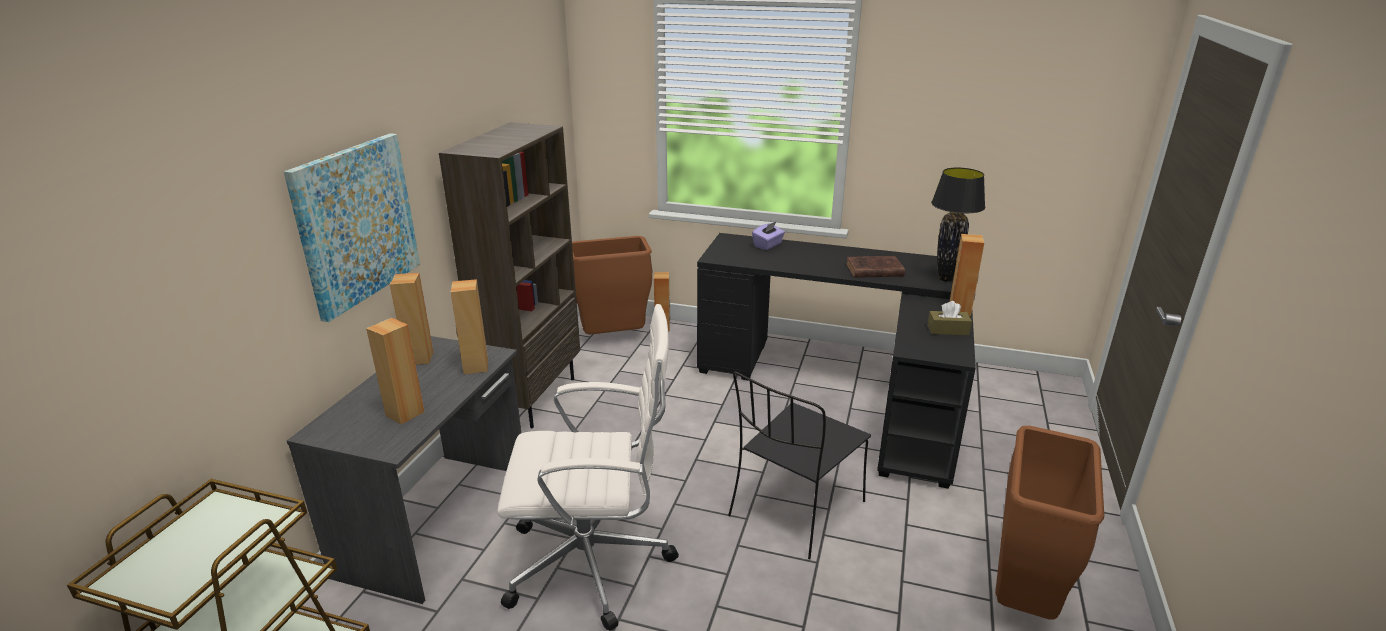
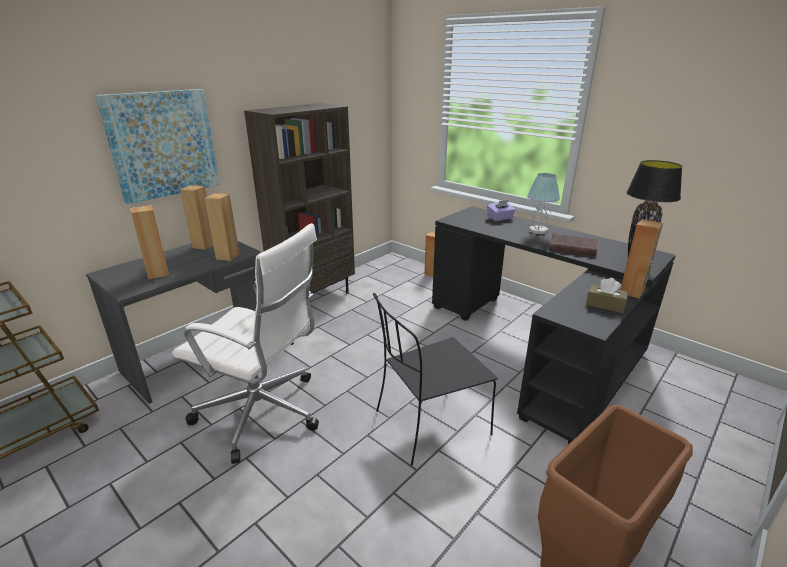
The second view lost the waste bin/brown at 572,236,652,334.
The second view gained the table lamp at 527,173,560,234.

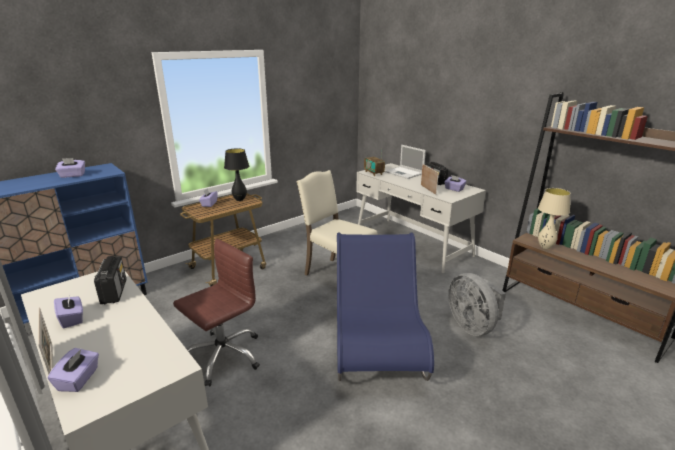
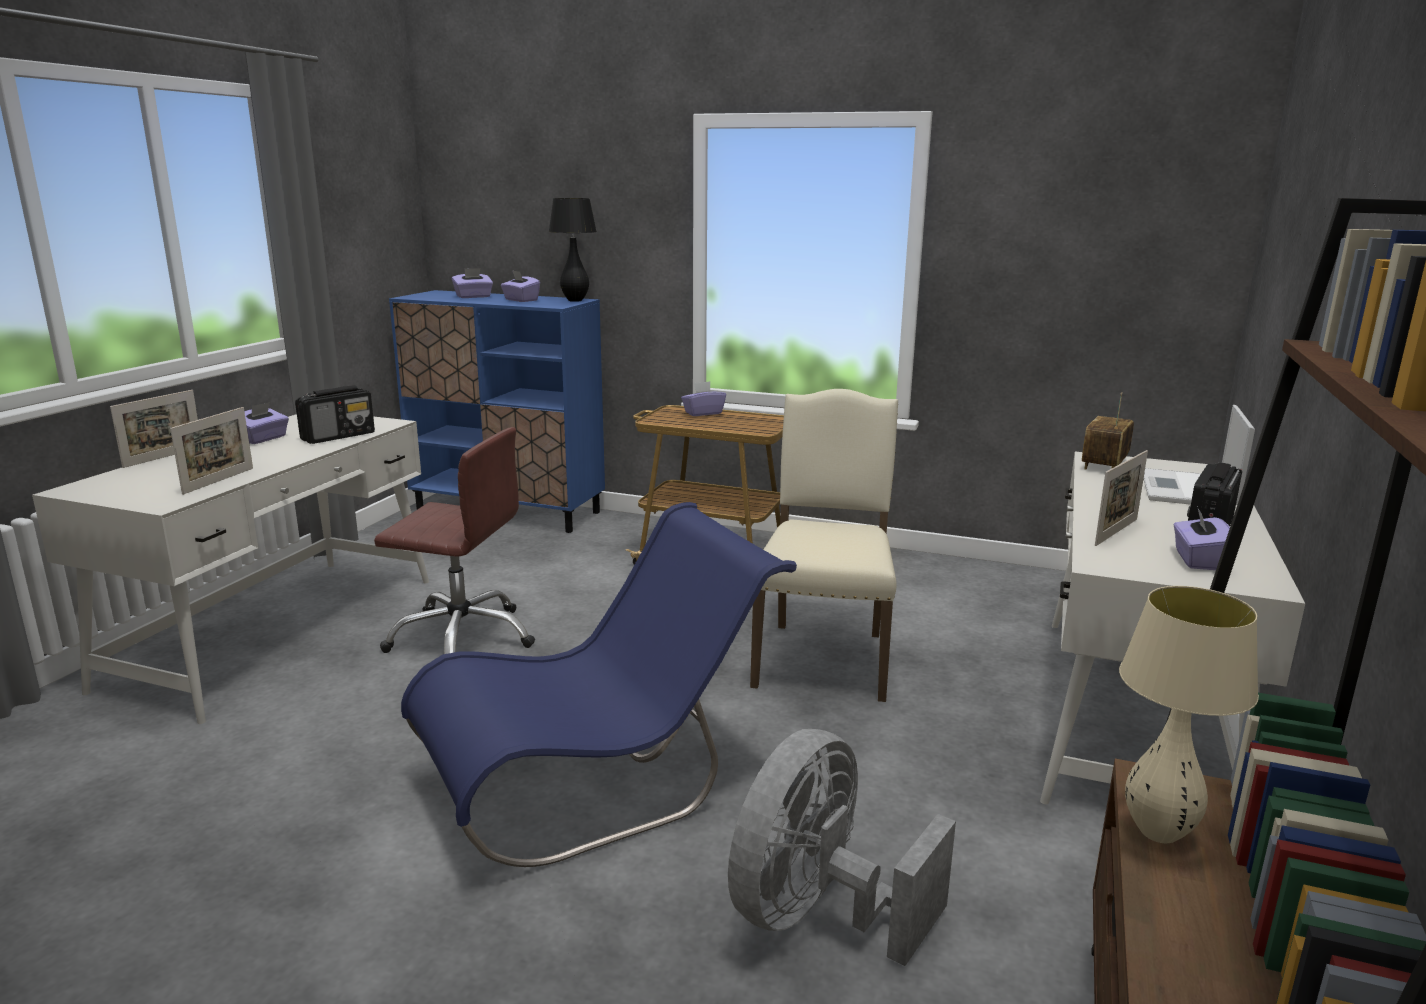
The second view gained the photo frame at 170,407,253,495.
The tissue box/purple ended up elsewhere, having gone from 48,348,99,392 to 452,268,493,298.
The table lamp/black-coloured ended up elsewhere, having gone from 224,148,249,201 to 549,198,597,302.

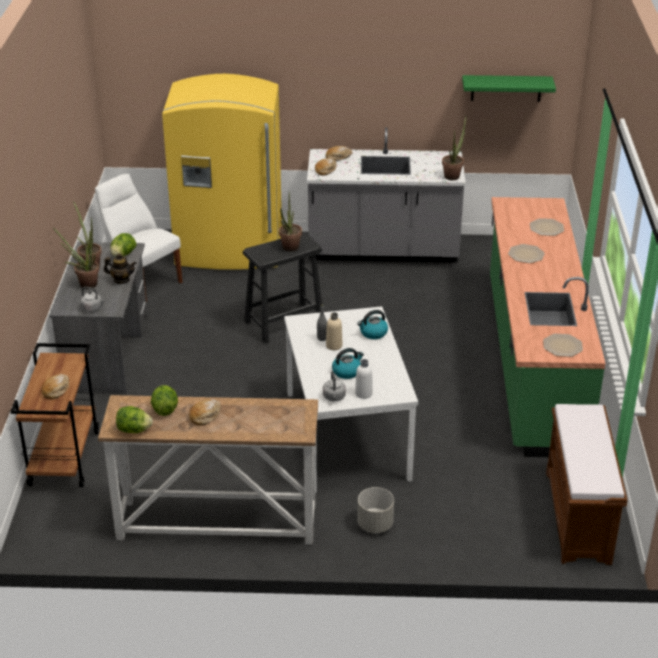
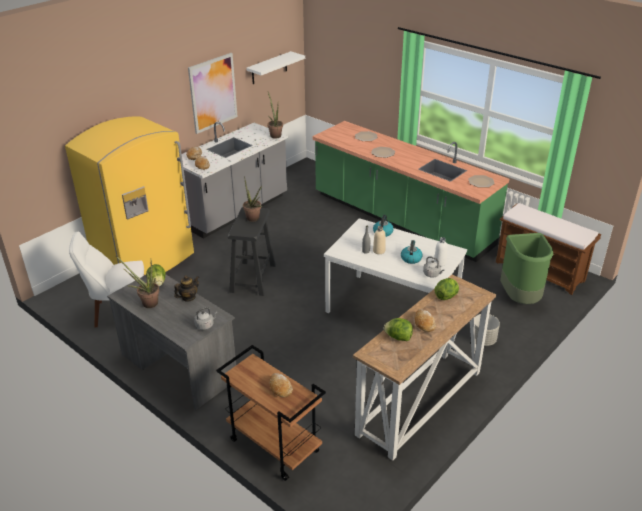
The second view lost the plant in a pot at 52,227,99,289.
The second view gained the wall picture at 188,53,238,134.
The second view gained the waste bin/greenish at 500,233,554,304.
The head of lettuce ended up elsewhere, having gone from 116,406,153,433 to 434,278,459,300.
What was the bracket shelf/greenish at 462,75,556,102 turned into the bracket shelf/white at 246,51,305,84.

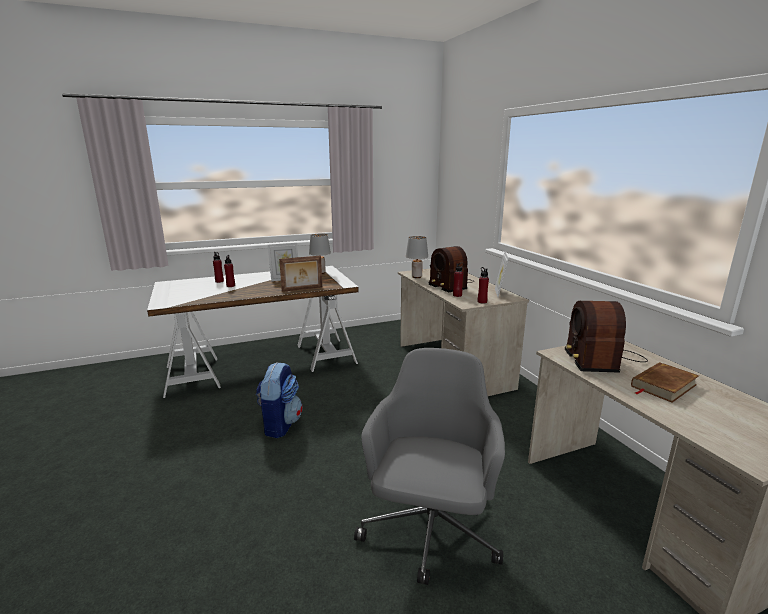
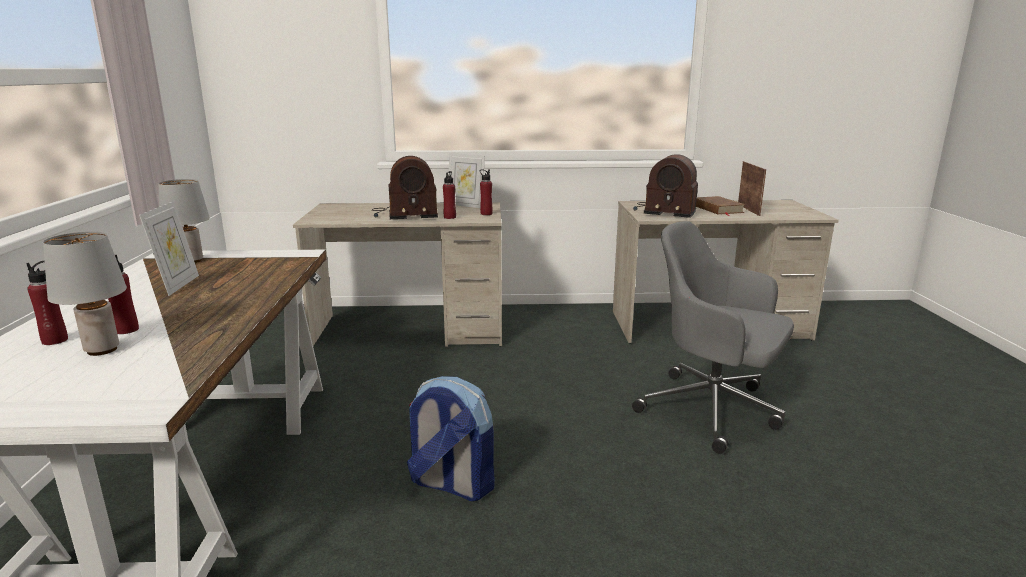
The photo frame ended up elsewhere, having gone from 279,255,322,292 to 738,161,766,216.
The table lamp/gray ended up elsewhere, having gone from 406,236,428,278 to 43,232,127,356.

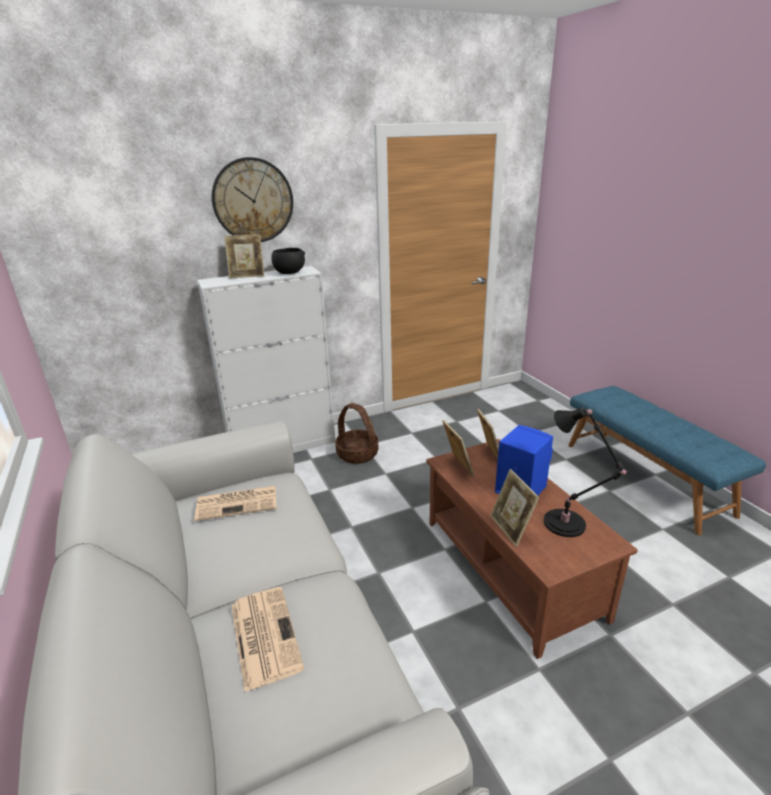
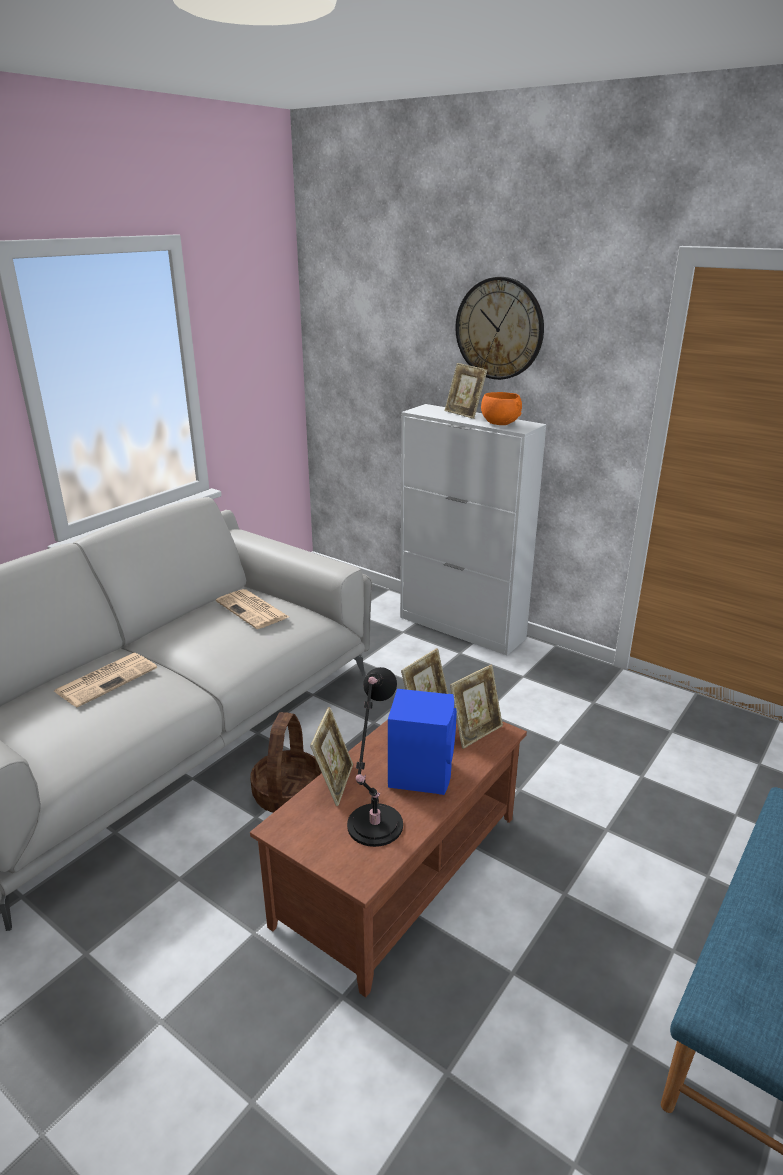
The basket ended up elsewhere, having gone from 335,403,378,464 to 250,712,322,813.
What was the bowl/black-coloured at 271,248,305,274 turned into the bowl/orangey at 481,392,522,425.
The photo frame at 490,469,539,547 ended up facing another way, 150 degrees clockwise from before.

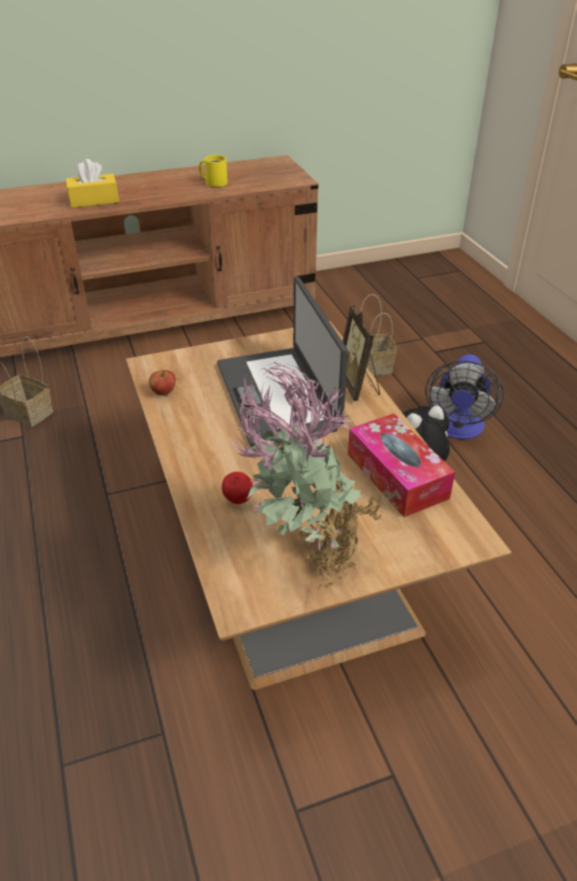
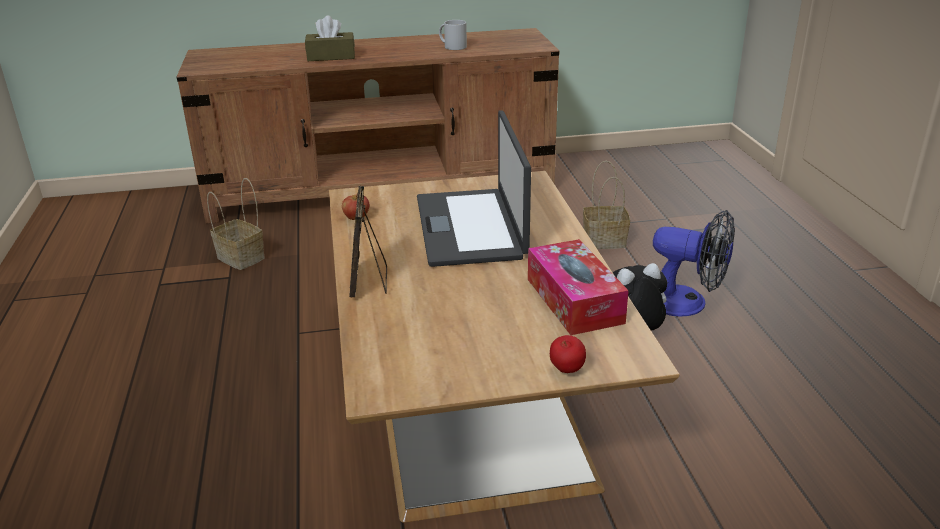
The second view lost the plant in a pot at 228,362,383,589.
The apple ended up elsewhere, having gone from 222,472,253,504 to 550,335,586,373.
The photo frame ended up elsewhere, having gone from 342,305,380,401 to 349,186,387,297.
What was the tissue box/yellow at 66,159,119,208 turned into the tissue box/brown at 305,15,355,61.
What was the mug/yellow at 198,155,228,187 turned into the mug/white at 439,20,467,50.
The cooling fan at 425,354,504,440 ended up facing another way, 90 degrees counterclockwise from before.

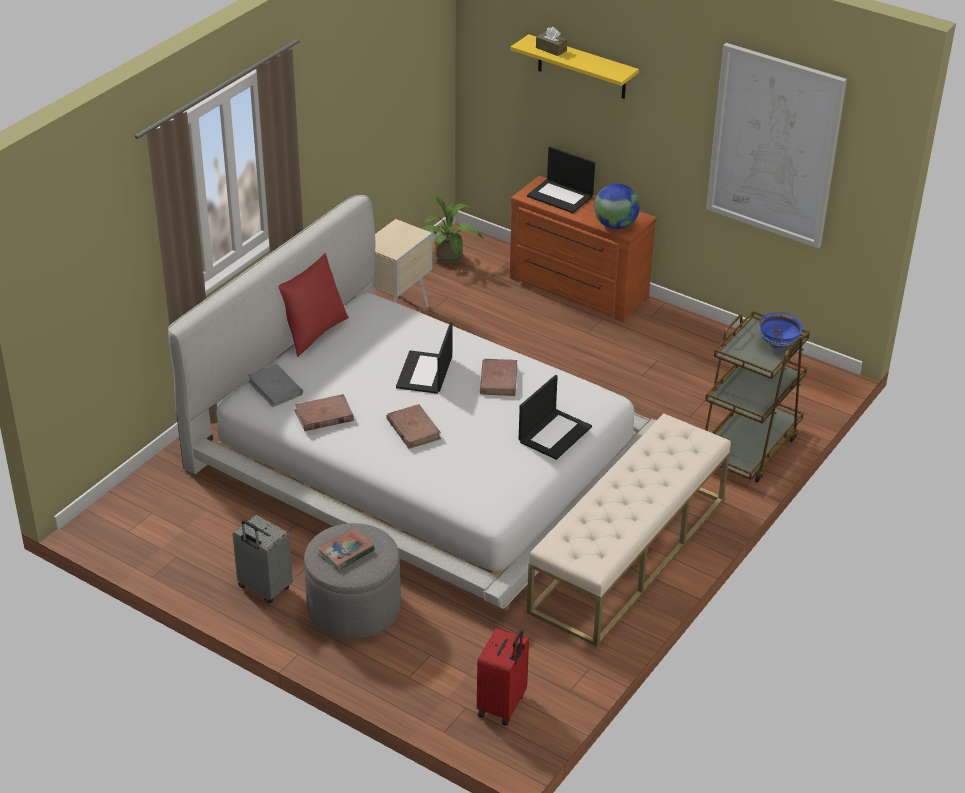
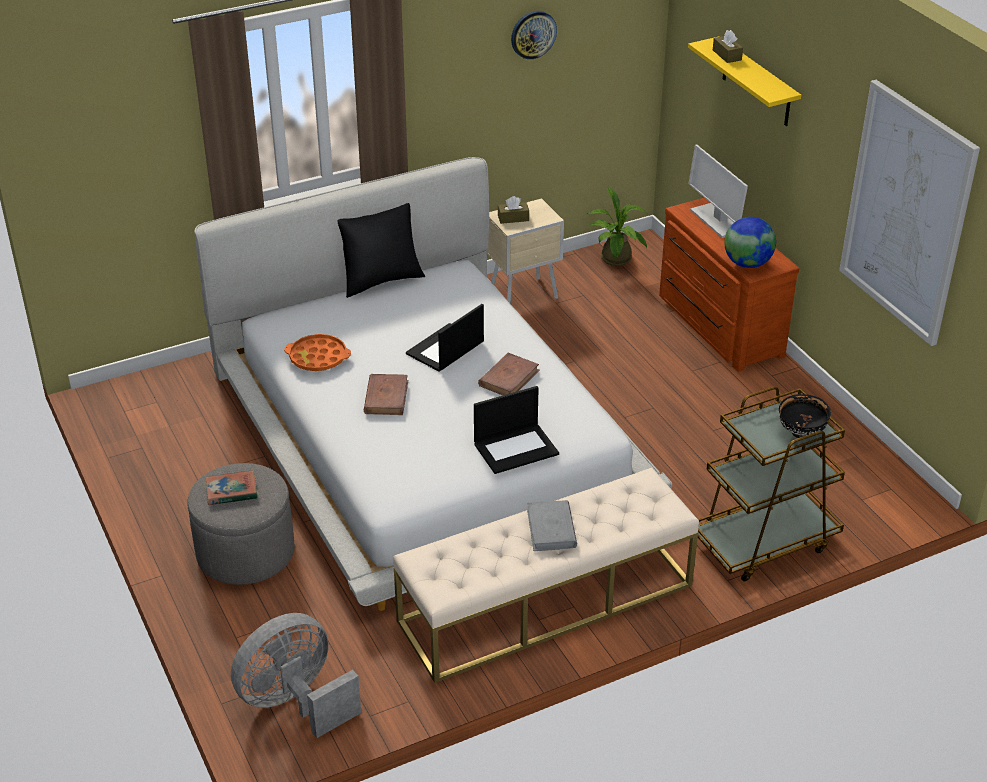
The second view lost the suitcase/gray at 232,515,293,603.
The second view gained the tissue box/brown at 498,196,529,224.
The second view gained the wall clock at 511,11,557,59.
The book/gray ended up elsewhere, having gone from 248,364,303,407 to 527,500,577,551.
Where the book/brown stood at 294,394,354,431, the tray/orangey came to stand at 284,334,351,371.
Where the suitcase/red-coloured stood at 477,628,529,726, the cooling fan/gray came to stand at 231,613,361,738.
Where the notebook computer stood at 527,146,595,213, the monitor came to stand at 688,144,748,238.
What was the pillow/red-coloured at 279,253,349,357 turned into the pillow/black-coloured at 337,203,425,298.
What was the bowl/blue at 759,312,803,349 turned into the bowl/black-coloured at 779,394,831,438.

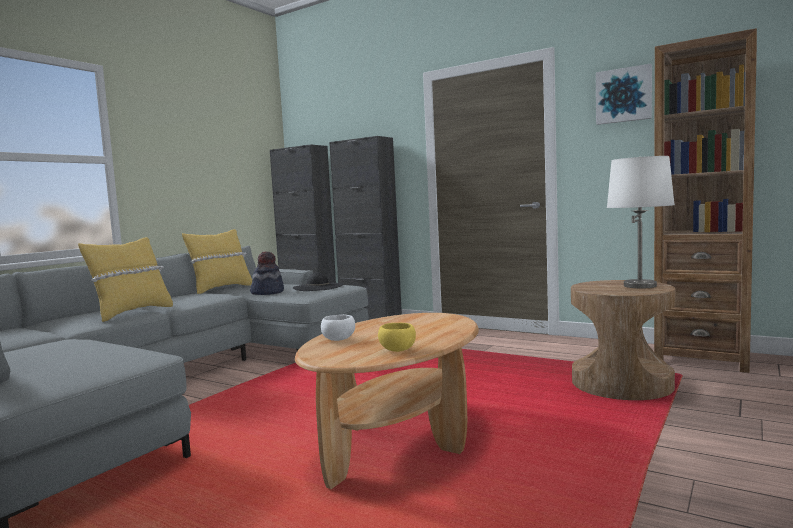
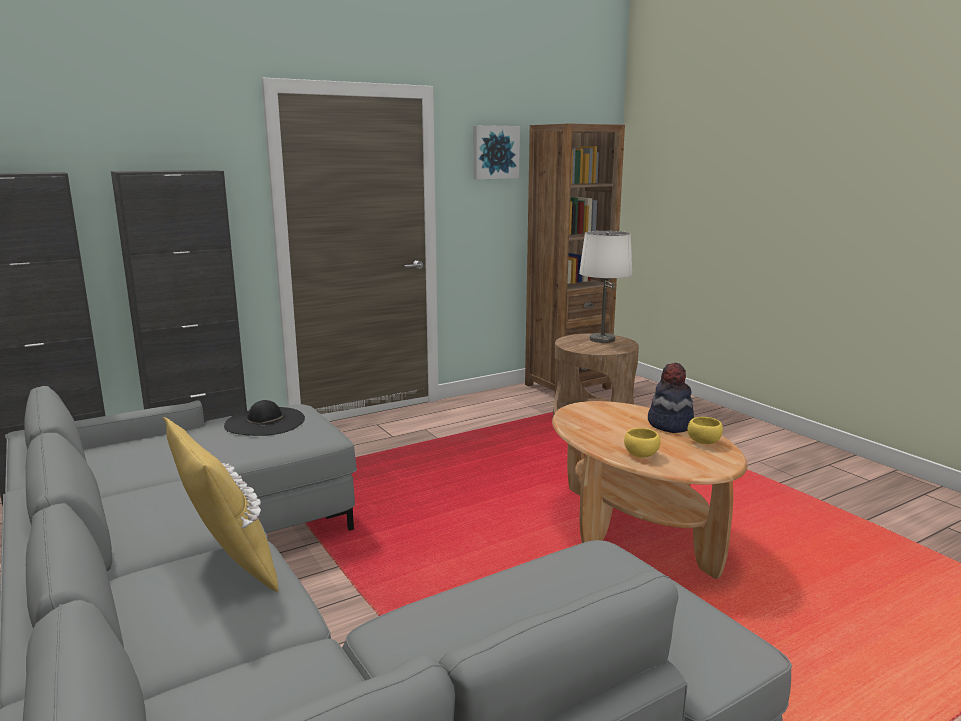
The second view lost the pillow/yellow at 182,229,252,294.
The hat ended up elsewhere, having gone from 250,251,284,295 to 648,363,694,433.
What was the bowl/white at 321,315,355,341 turned into the bowl/yellow at 624,428,660,458.

